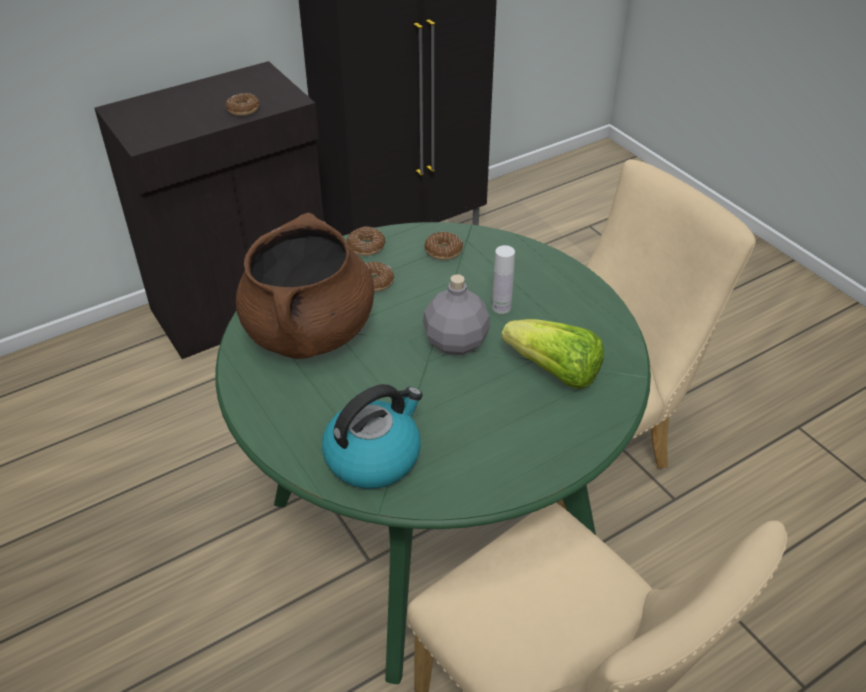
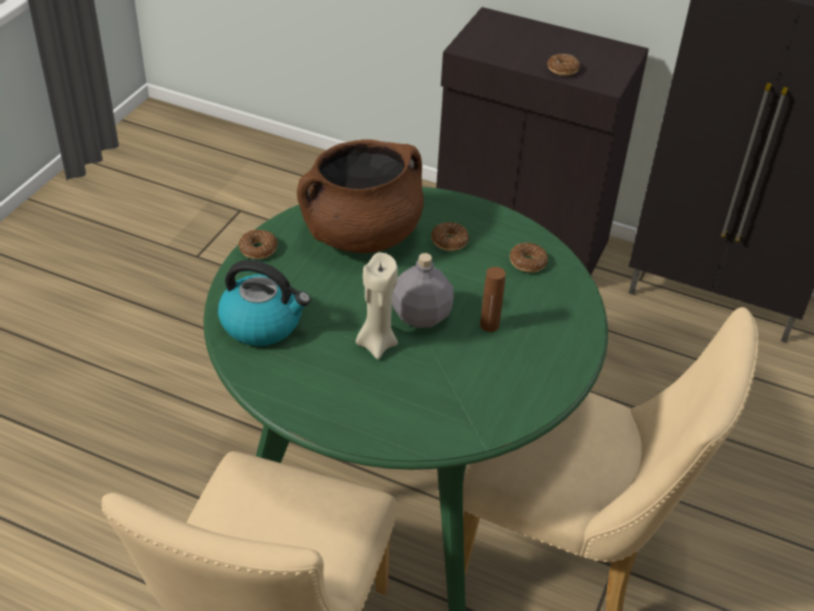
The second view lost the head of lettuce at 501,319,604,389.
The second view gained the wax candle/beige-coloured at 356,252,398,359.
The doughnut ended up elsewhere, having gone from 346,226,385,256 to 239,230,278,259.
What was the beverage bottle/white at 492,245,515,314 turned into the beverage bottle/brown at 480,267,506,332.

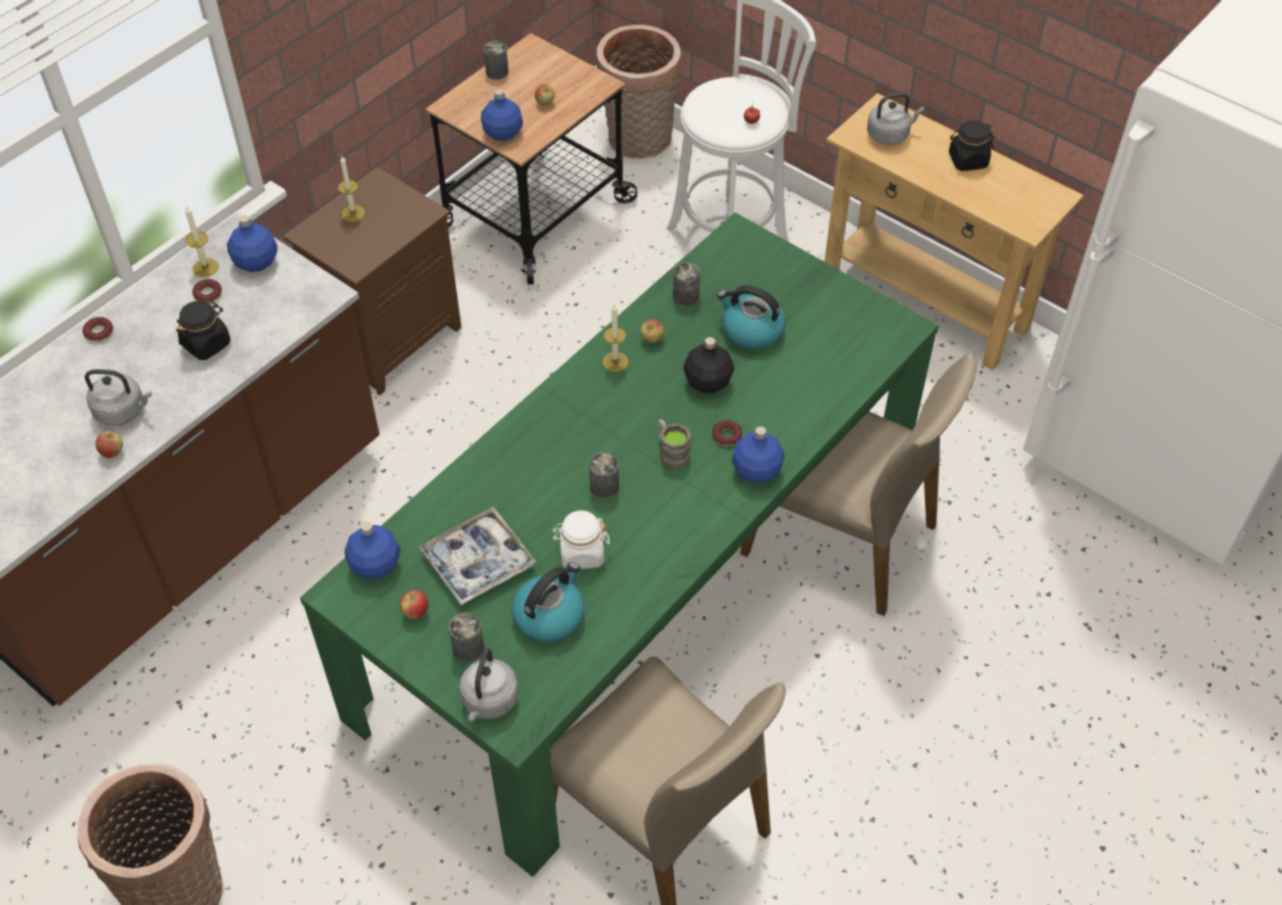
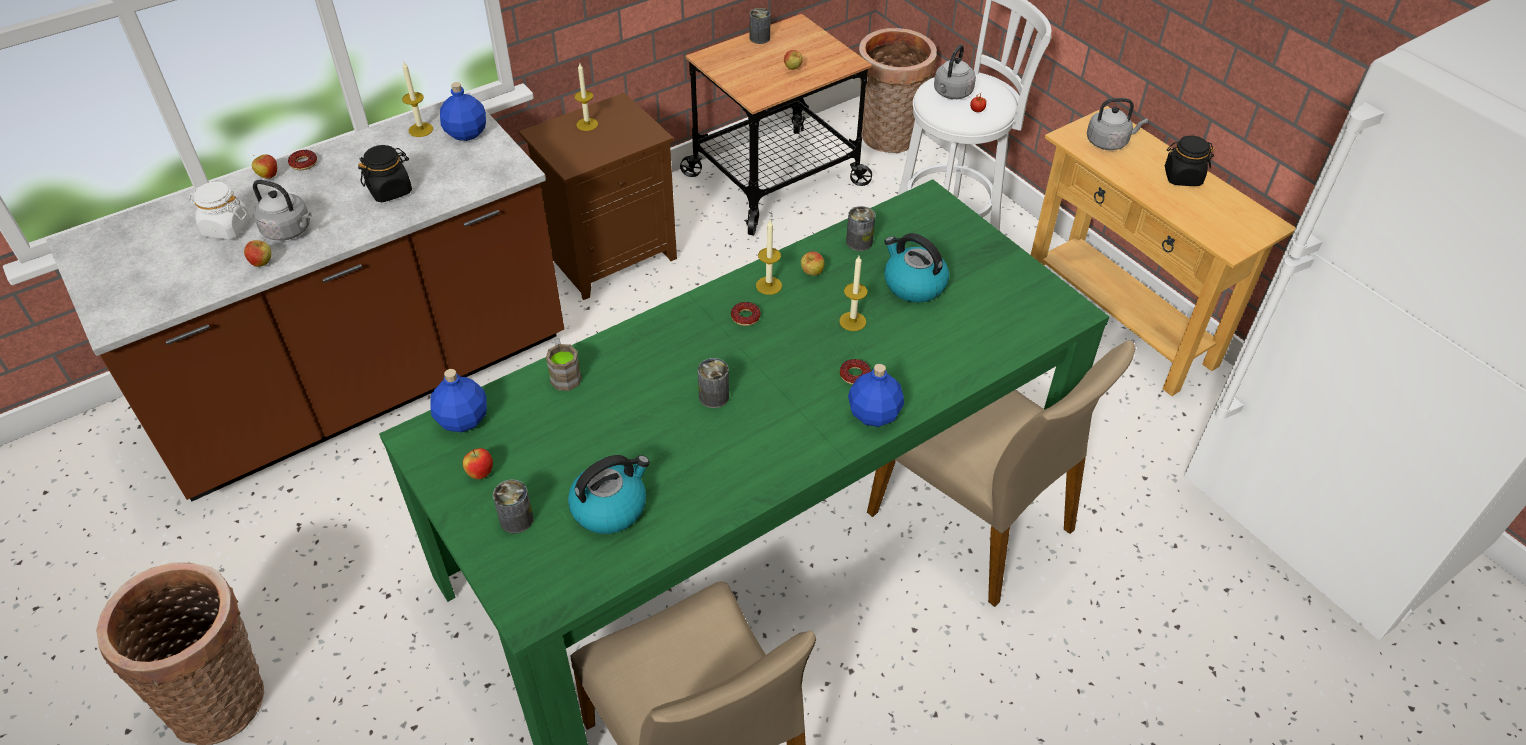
The second view lost the tray at 419,507,535,605.
The second view lost the beverage bottle/blue at 481,89,523,141.
The second view gained the apple at 252,154,277,179.
The doughnut ended up elsewhere, having gone from 192,279,222,303 to 731,302,761,326.
The water kettle/gray ended up elsewhere, having gone from 459,648,519,721 to 934,44,976,99.
The preserve jar/white ended up elsewhere, having gone from 552,510,610,569 to 189,182,251,240.
The mug/brown ended up elsewhere, having gone from 658,419,691,469 to 546,338,582,391.
Where the beverage bottle/black-coloured stood at 683,337,734,393, the wax candle came to stand at 839,256,868,331.

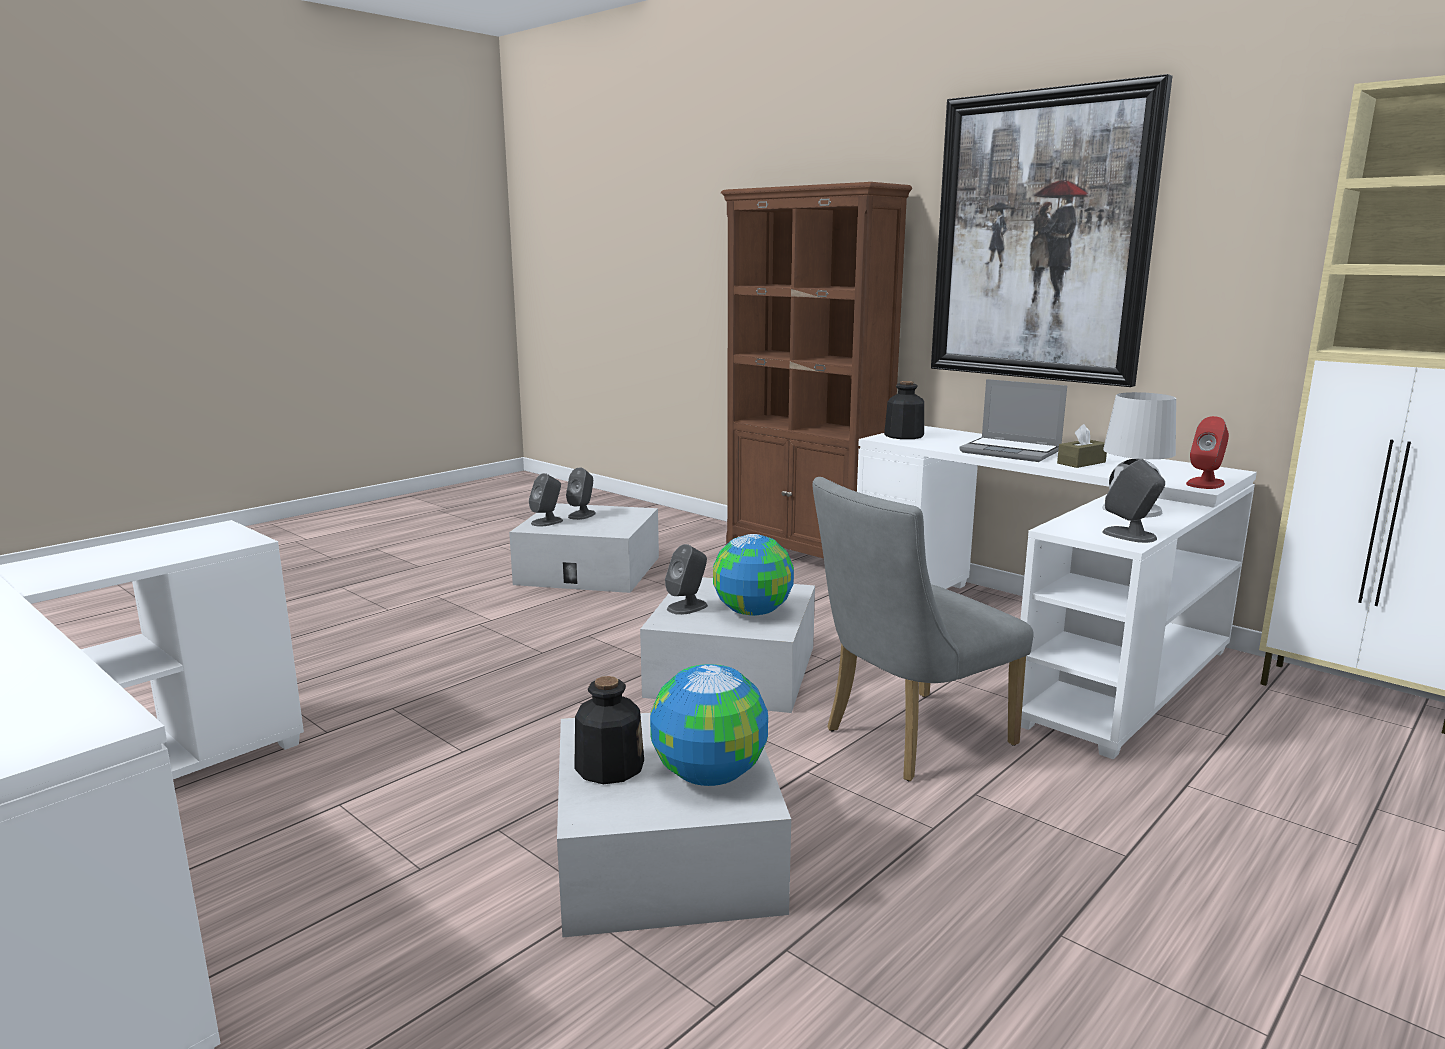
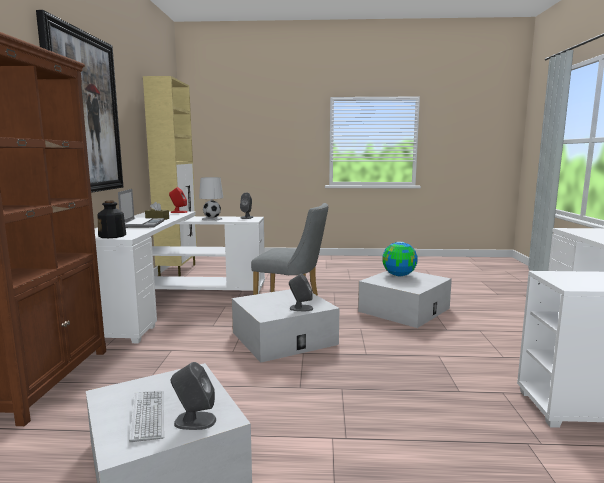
The second view lost the beverage bottle at 574,676,644,784.
The second view lost the desk globe at 713,534,794,616.
Where the loudspeaker/gray stood at 566,468,596,520, the computer keyboard came to stand at 129,391,164,442.

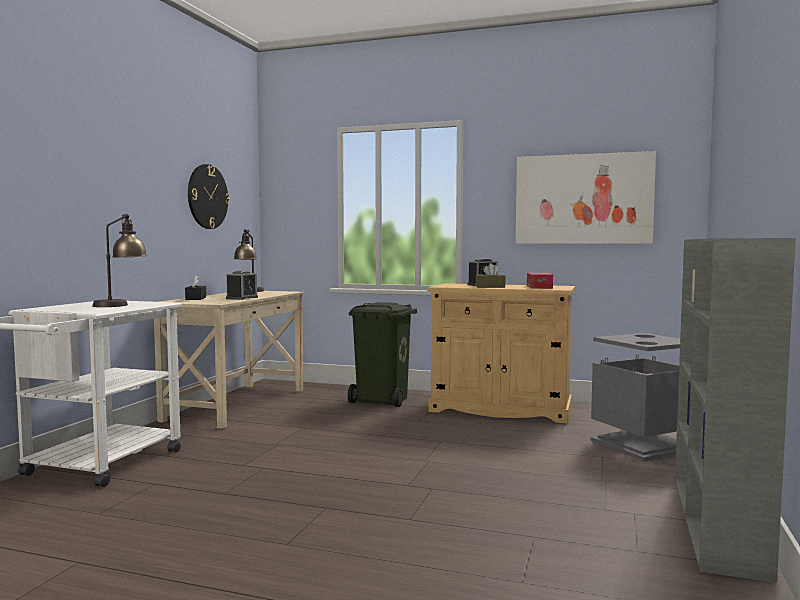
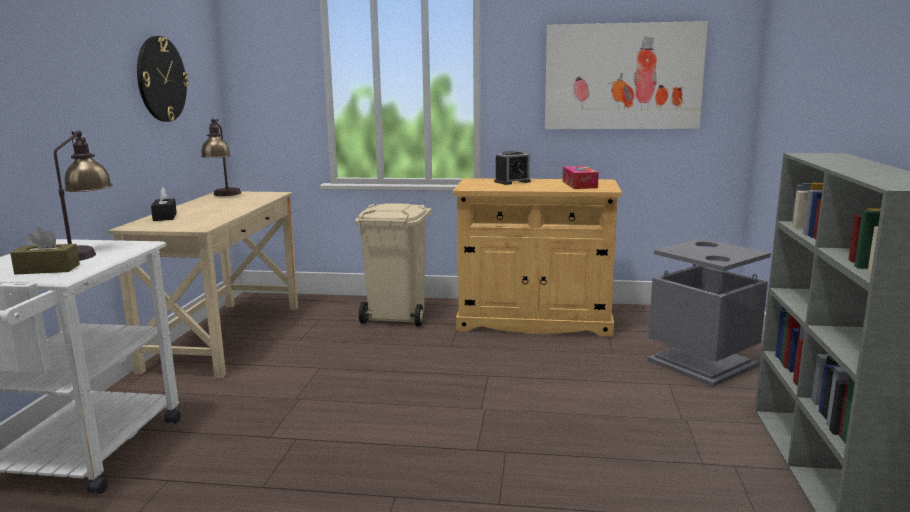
The second view lost the table clock at 226,271,258,300.
The tissue box/brown ended up elsewhere, having gone from 476,263,505,288 to 10,227,80,274.
What was the waste bin/greenish at 348,302,417,407 turned into the waste bin/beige-coloured at 355,203,432,326.

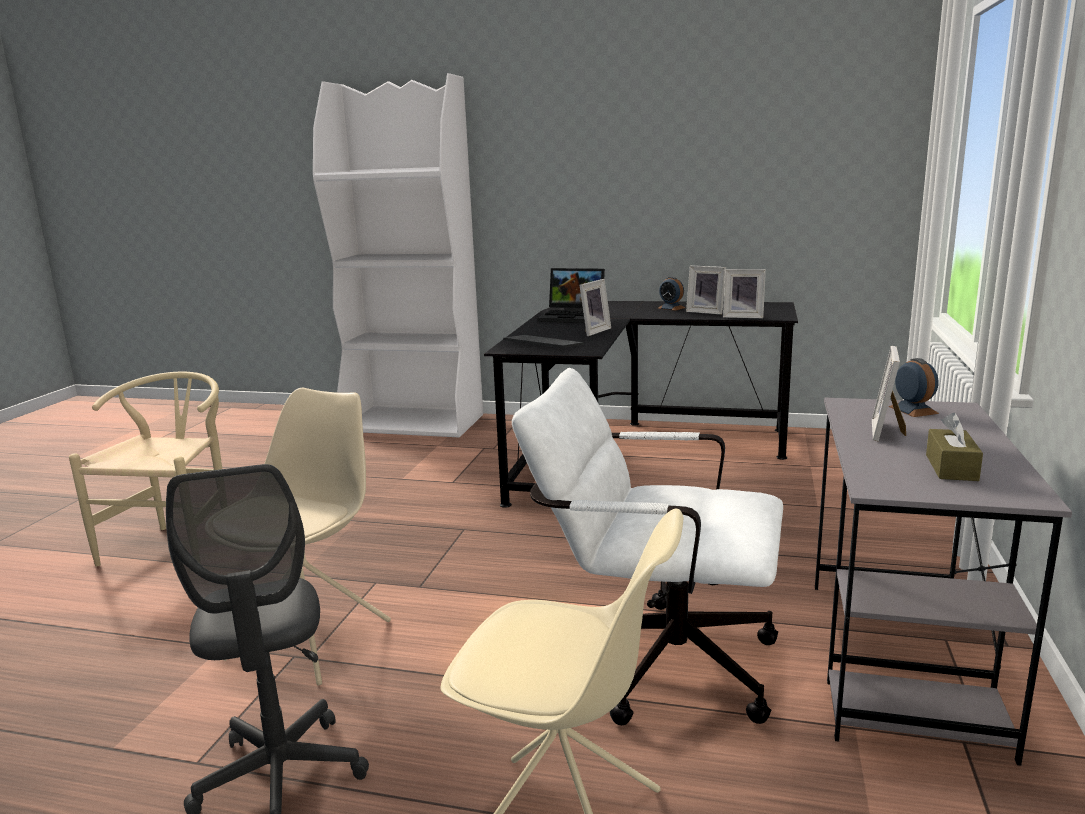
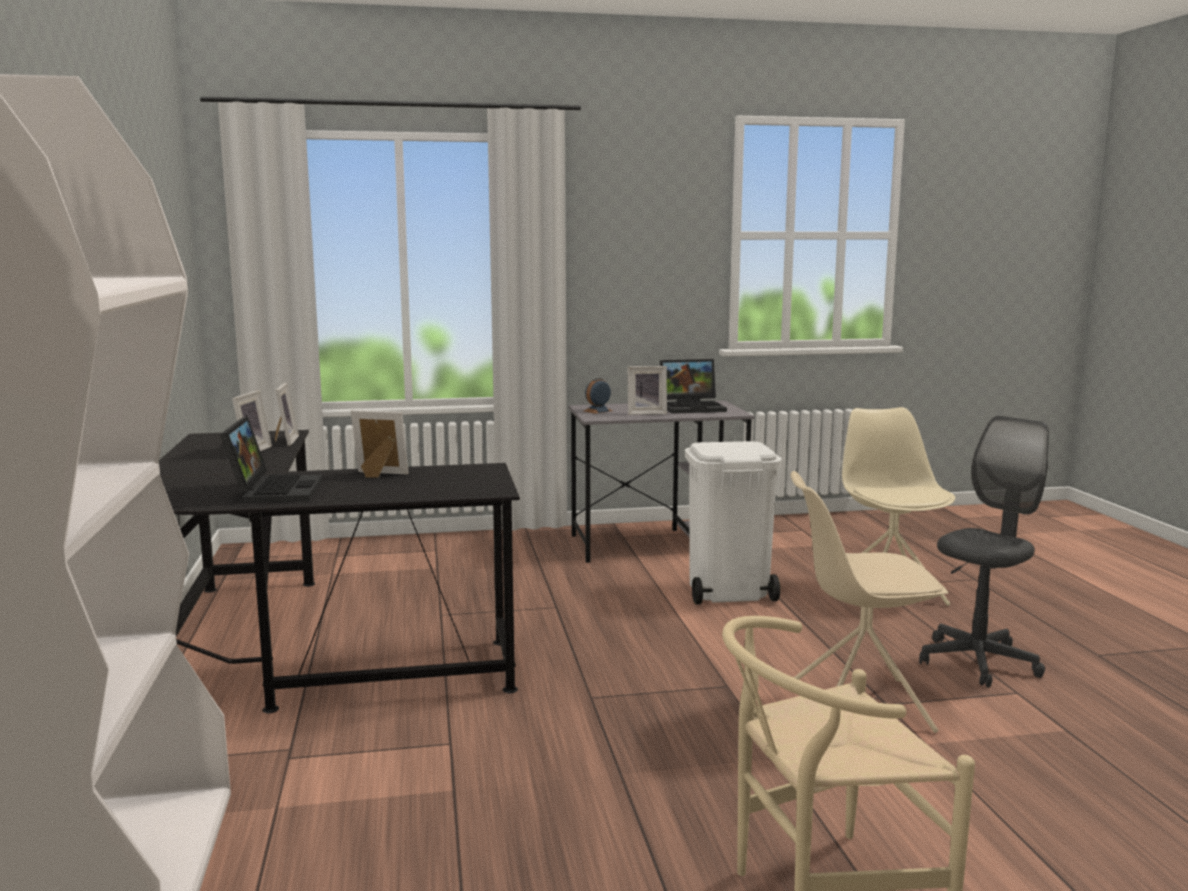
The second view lost the computer keyboard at 503,335,584,348.
The second view lost the table clock at 657,277,685,311.
Where the desk chair/white stood at 512,368,783,725, the waste bin/white came to stand at 685,441,782,604.
Where the tissue box/brown stood at 926,413,983,481, the notebook computer came to stand at 660,359,727,414.

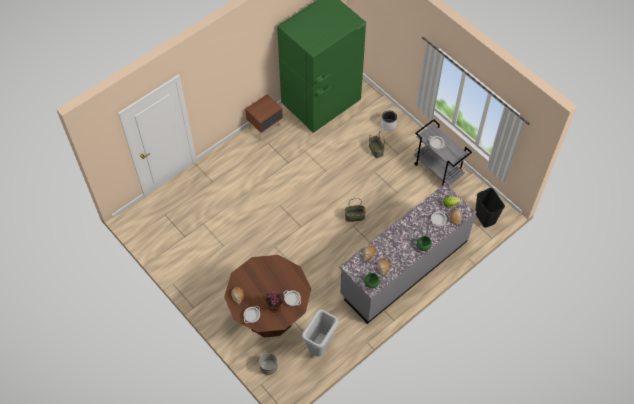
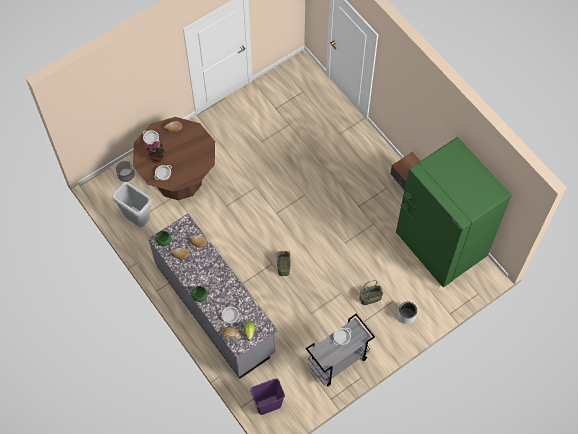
What was the waste bin/black-coloured at 475,188,505,228 turned into the waste bin/purple at 250,378,285,415.

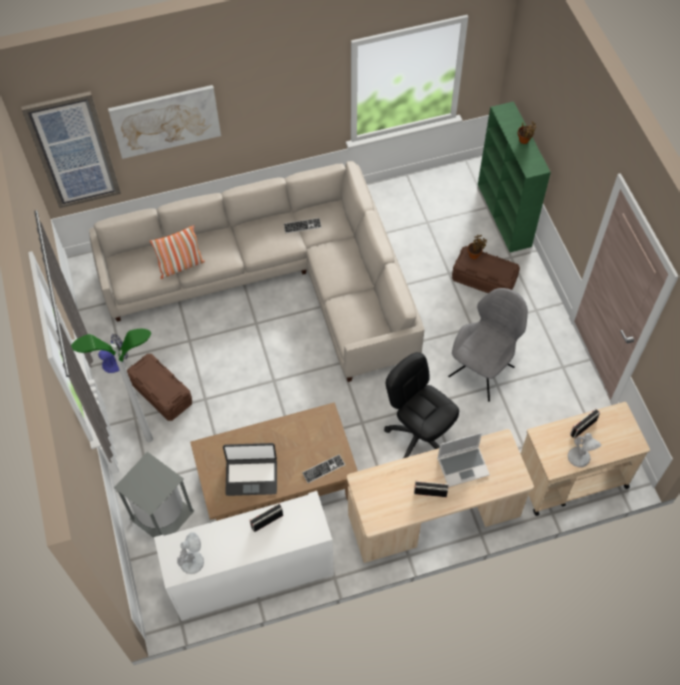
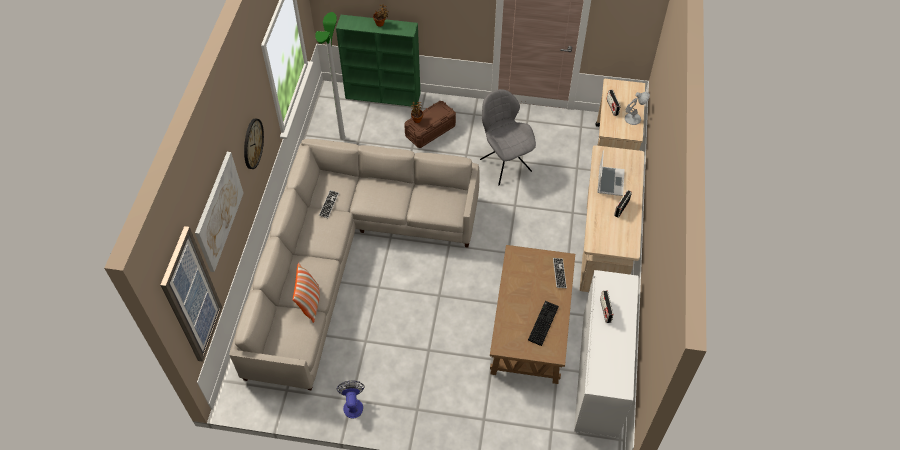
The second view lost the waste bin/gray at 114,452,195,538.
The second view lost the storage box/brown at 127,354,192,421.
The second view lost the table lamp/white at 177,532,204,574.
The second view lost the desk chair/black-coloured at 384,352,459,459.
The second view gained the wall clock at 244,118,264,169.
The floor lamp ended up elsewhere, having gone from 71,329,153,443 to 315,12,345,140.
Where the notebook computer stood at 223,443,277,496, the computer keyboard came to stand at 528,301,559,346.

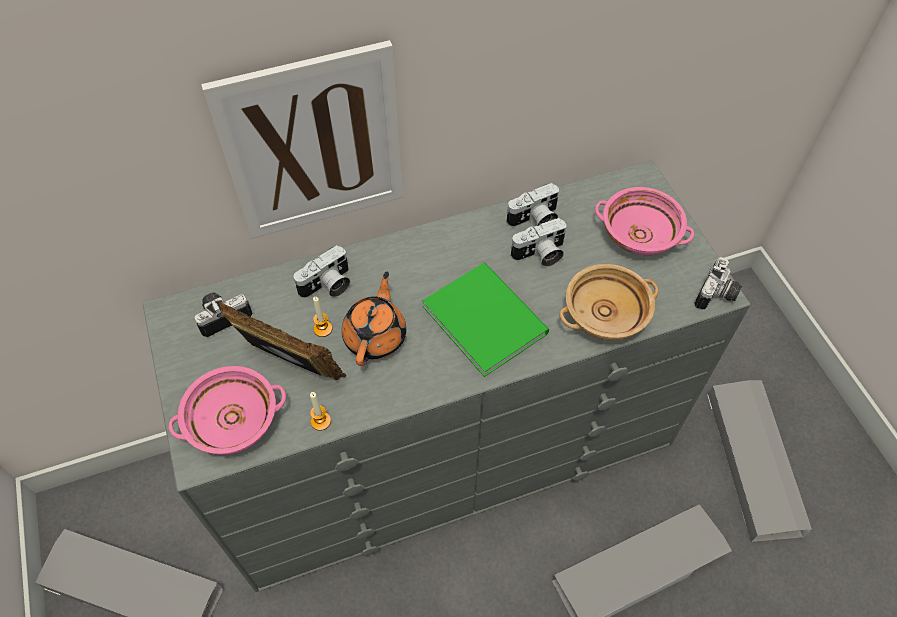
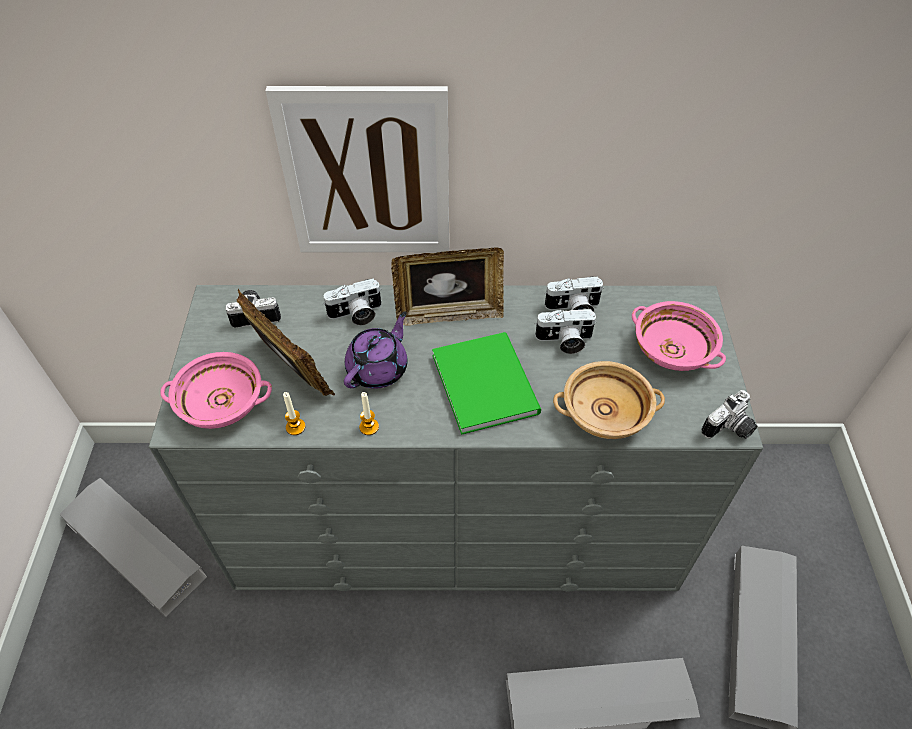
The second view gained the photo frame at 391,248,504,326.
The wax candle ended up elsewhere, having gone from 313,297,332,337 to 359,392,379,435.
What was the tea pot/orangey at 342,272,406,366 turned into the tea pot/purple at 344,311,408,389.

